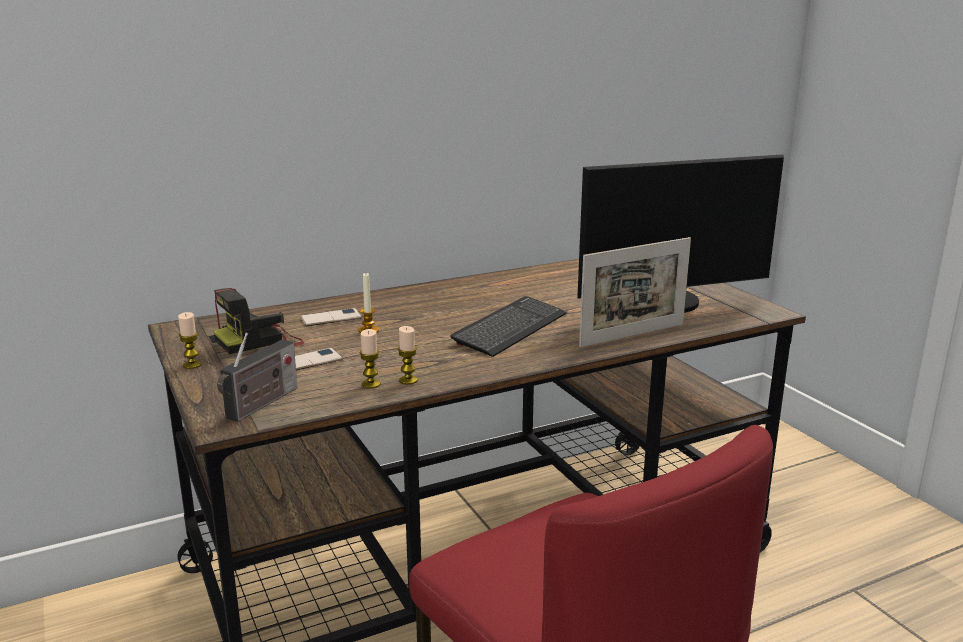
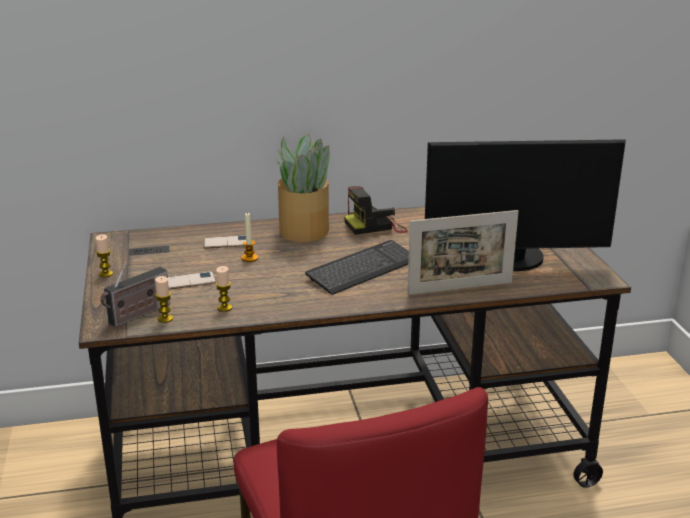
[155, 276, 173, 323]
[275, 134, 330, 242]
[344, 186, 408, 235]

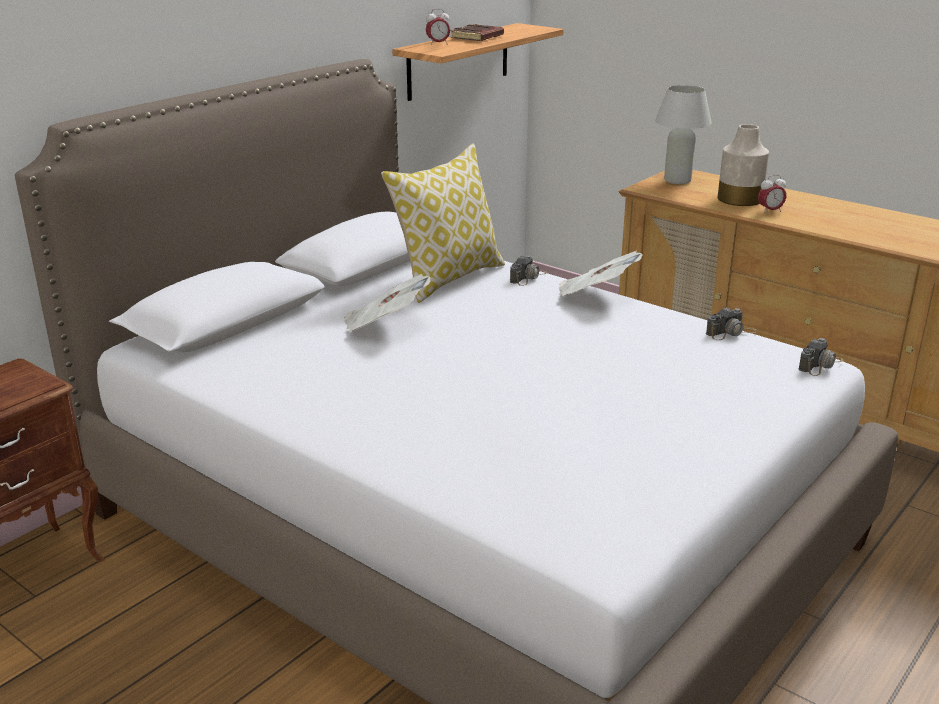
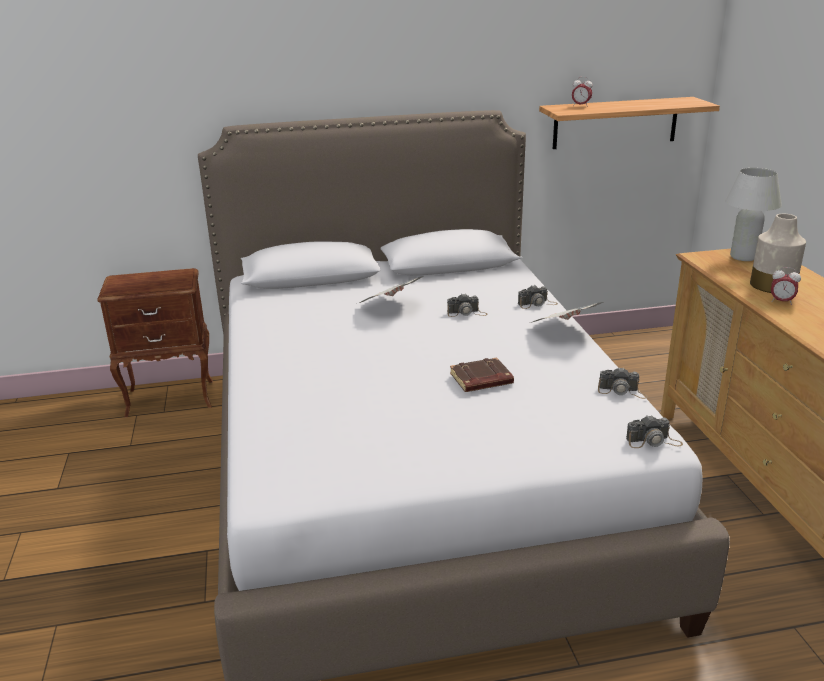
[447, 294, 488, 317]
[450, 358, 514, 392]
[381, 143, 505, 303] (first image)

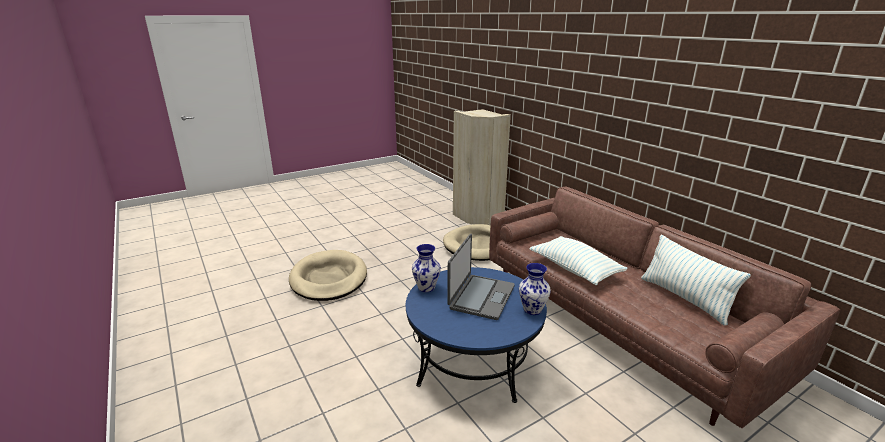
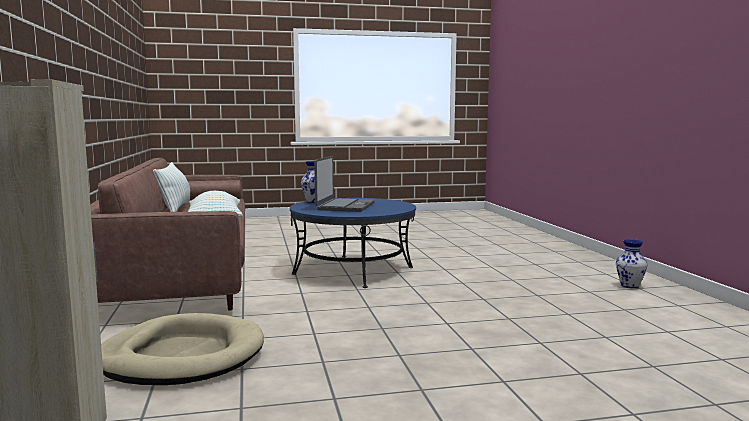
[314, 156, 375, 212]
[616, 239, 648, 288]
[289, 250, 367, 301] (first image)

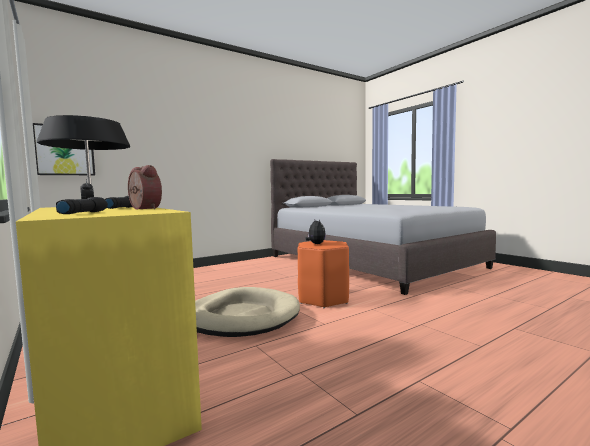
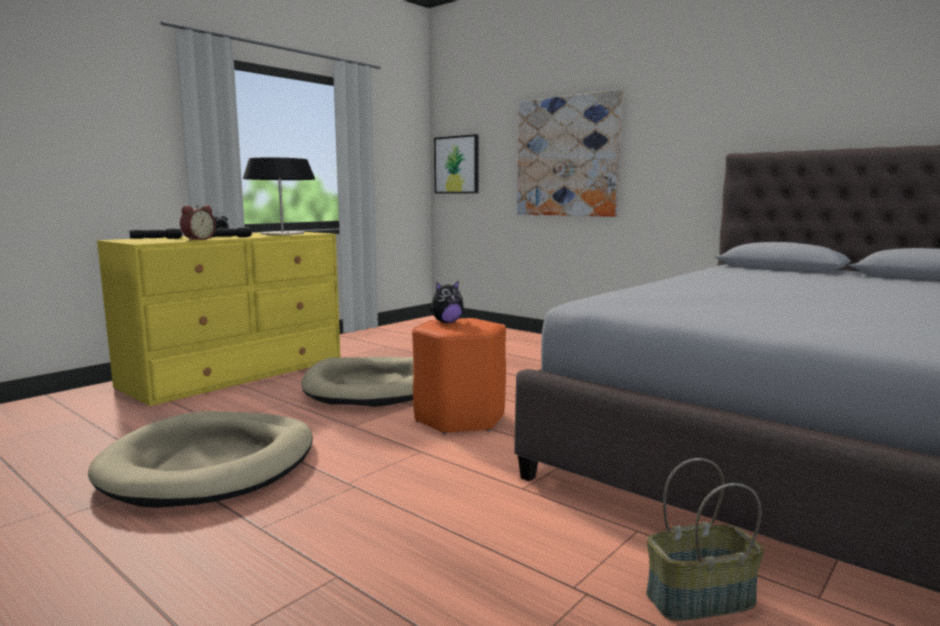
[88, 411, 313, 508]
[517, 90, 622, 217]
[646, 458, 764, 621]

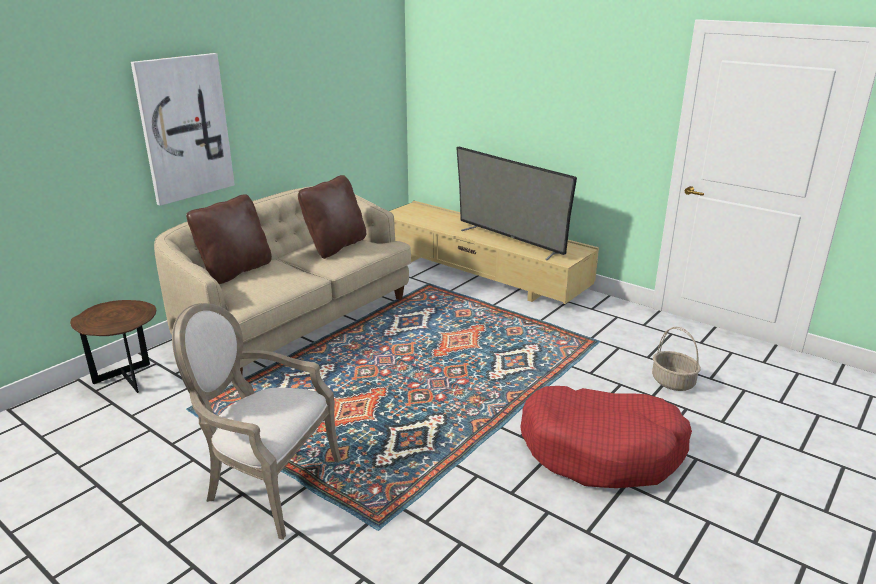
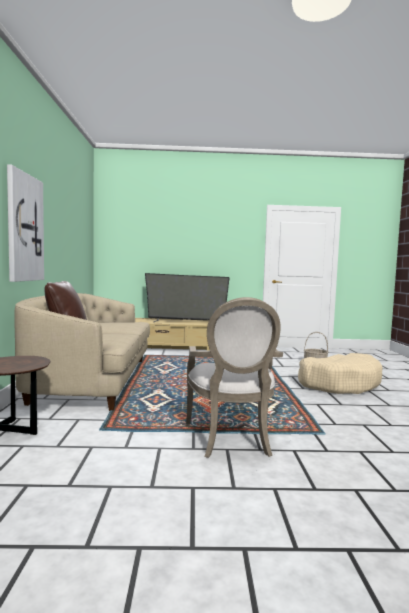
[186, 297, 283, 458]
[298, 353, 383, 394]
[298, 175, 366, 259] (first image)

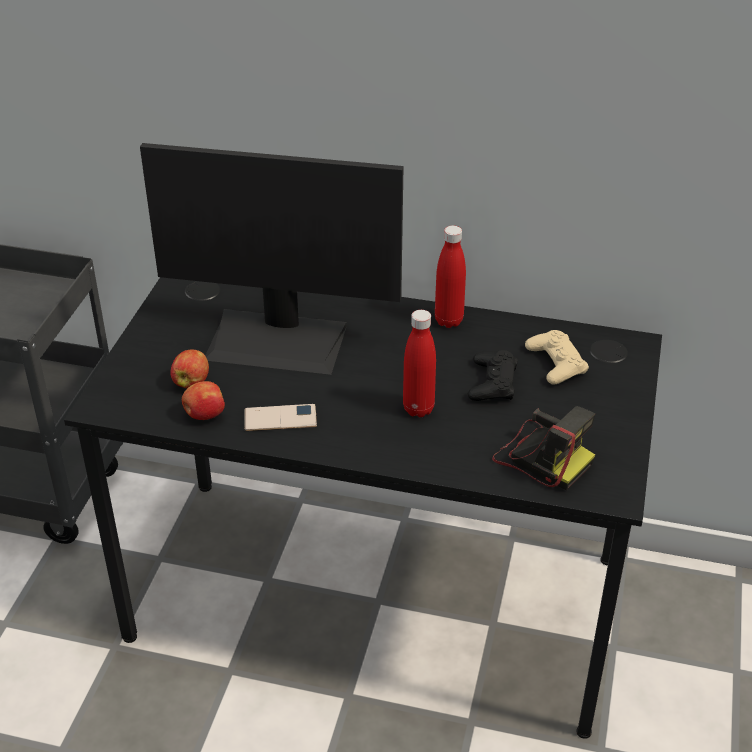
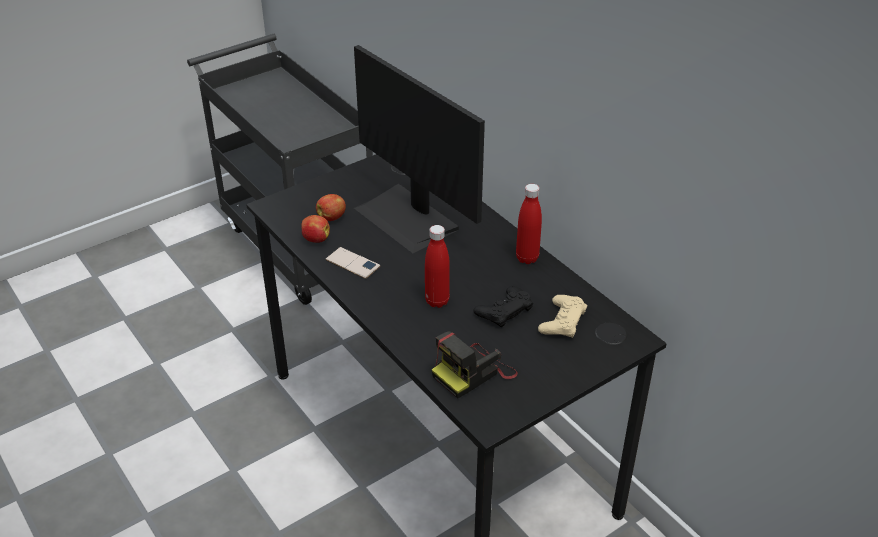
[432, 331, 518, 399]

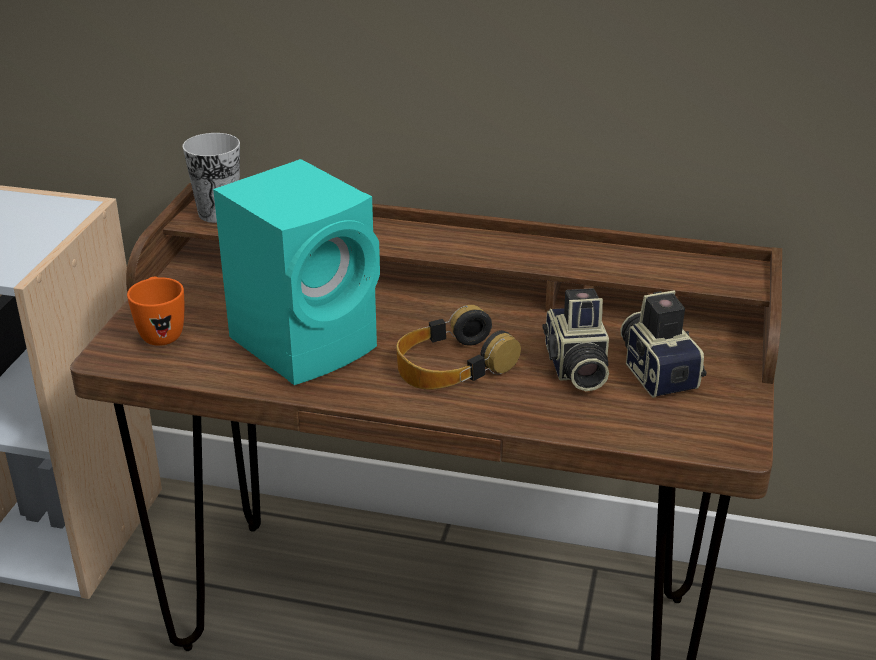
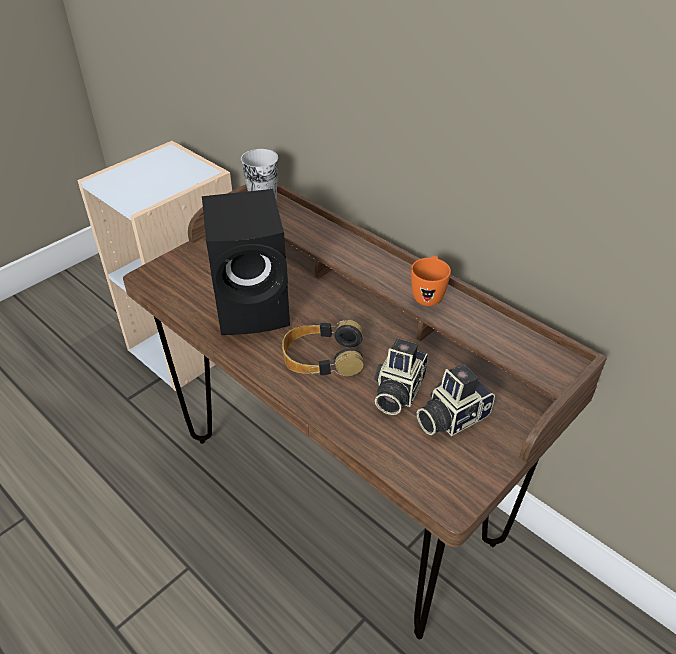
[202, 189, 290, 335]
[411, 256, 451, 306]
[417, 364, 495, 436]

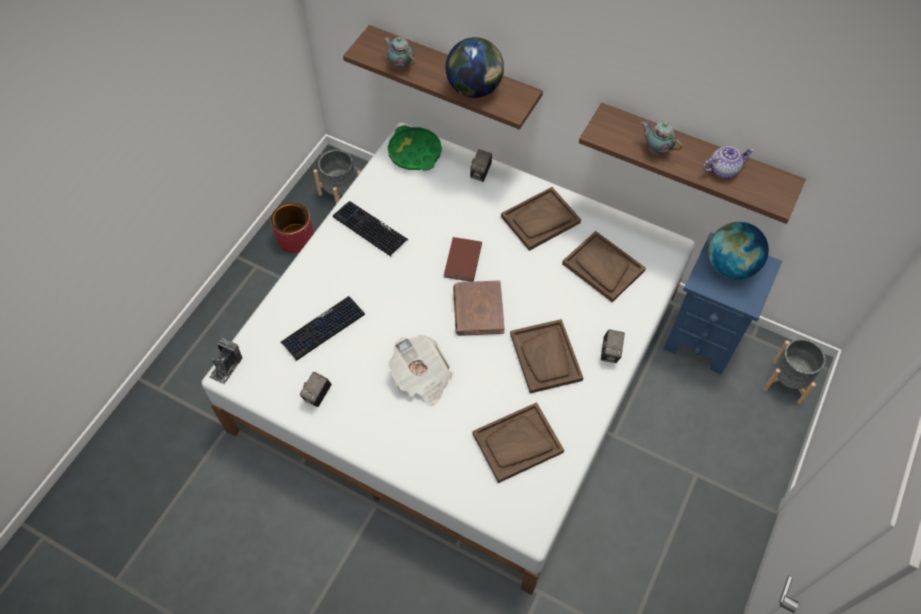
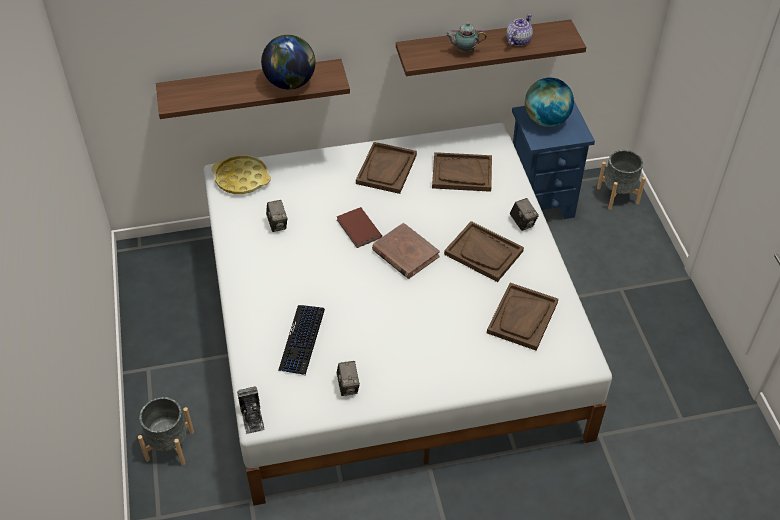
[138, 397, 194, 465]
[212, 155, 271, 194]
[266, 200, 287, 232]
[271, 203, 314, 253] (first image)
[333, 201, 409, 257] (first image)
[384, 36, 415, 70] (first image)
[388, 335, 453, 405] (first image)

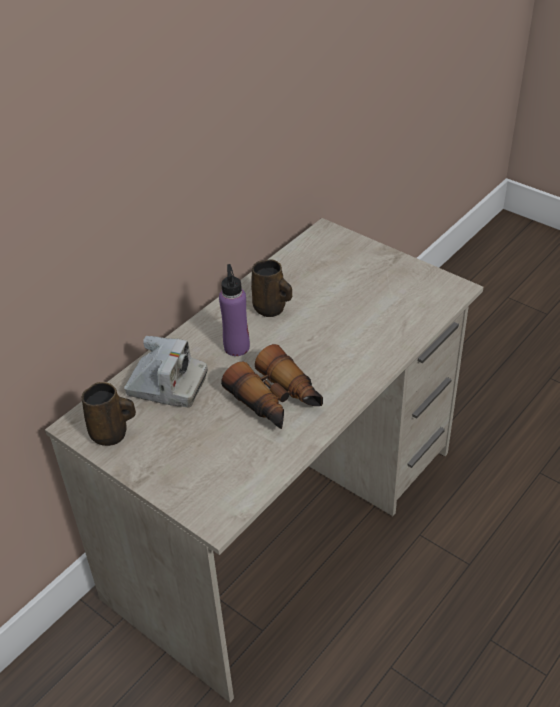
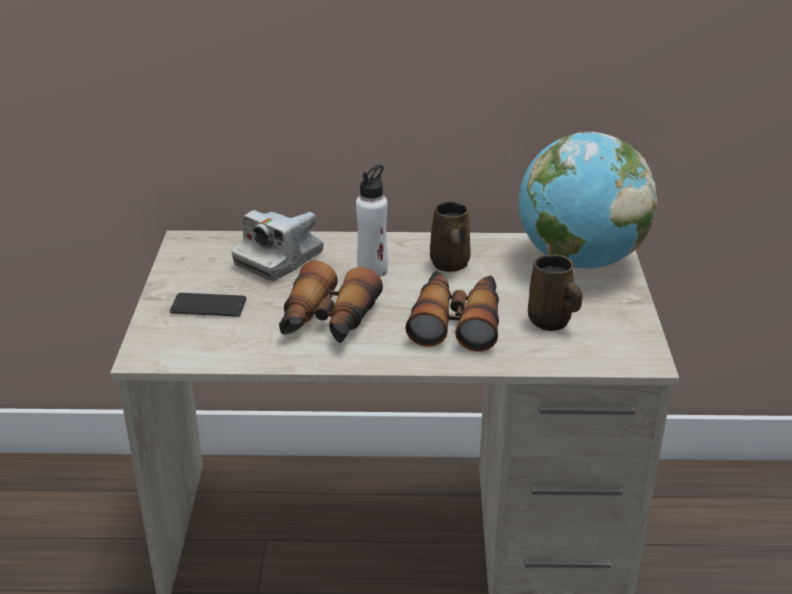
[170, 293, 246, 317]
[232, 210, 324, 281]
[356, 164, 388, 277]
[405, 271, 499, 352]
[519, 132, 657, 269]
[528, 255, 582, 331]

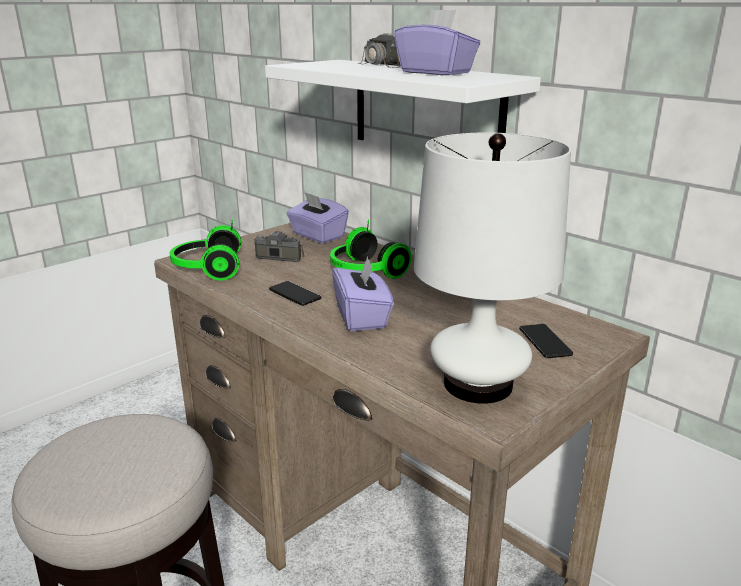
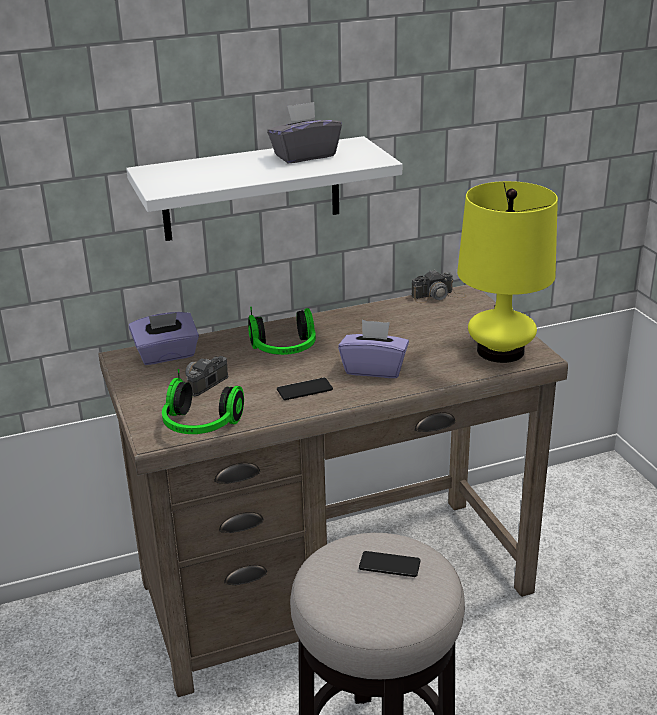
[267, 102, 342, 163]
[359, 551, 421, 577]
[411, 270, 467, 303]
[457, 181, 558, 363]

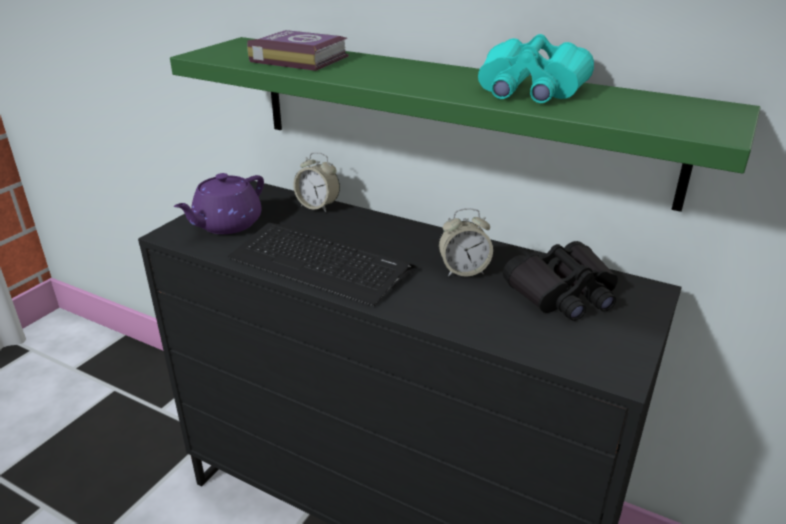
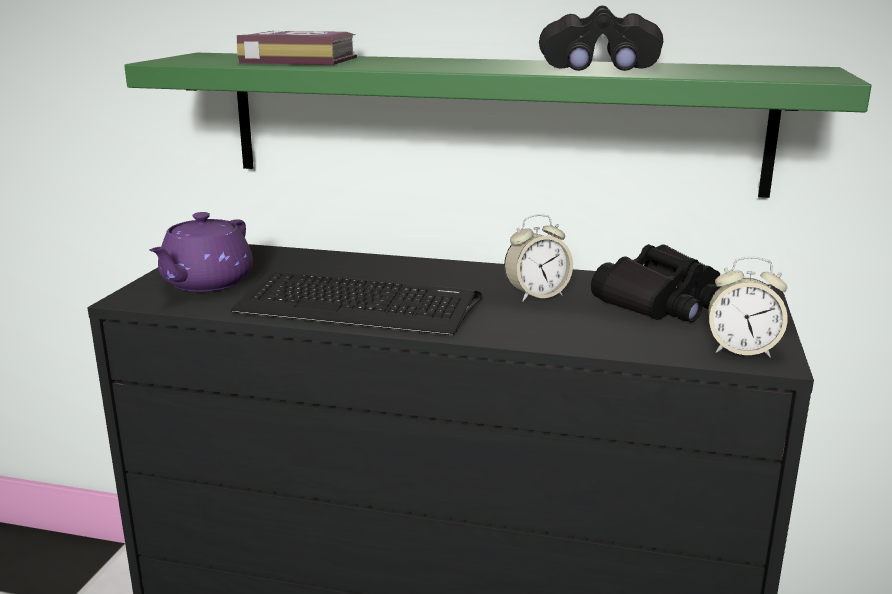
[539, 5, 663, 71]
[708, 256, 788, 357]

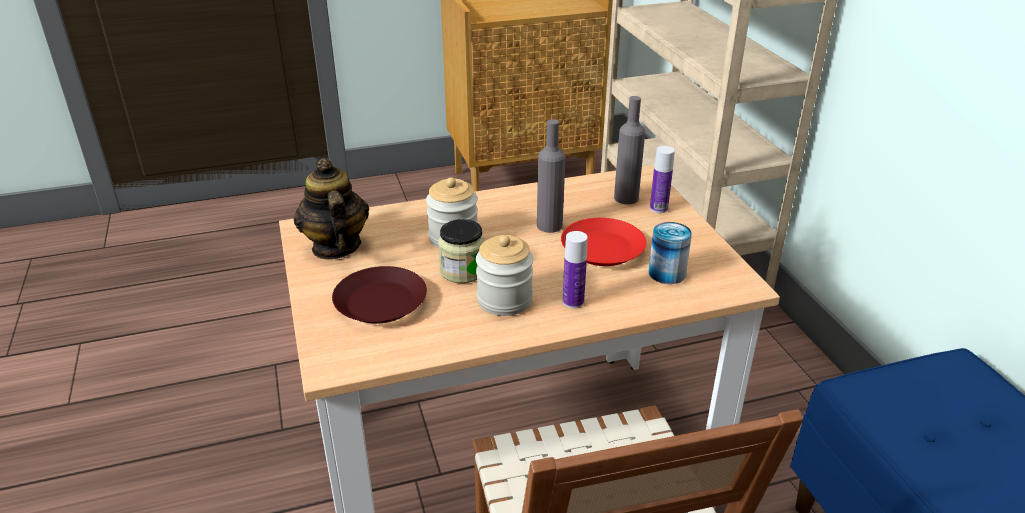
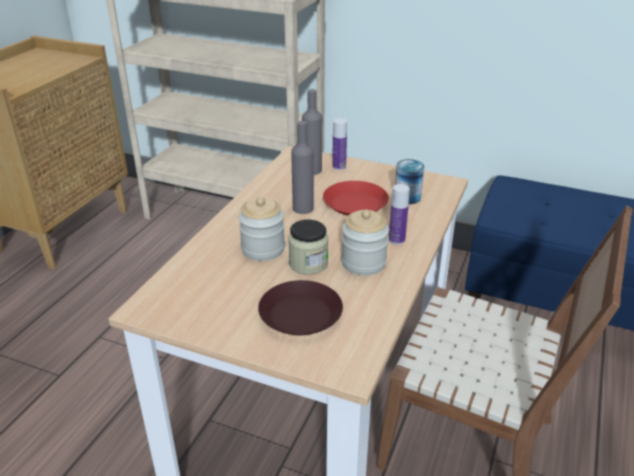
[294, 158, 369, 259] (first image)

